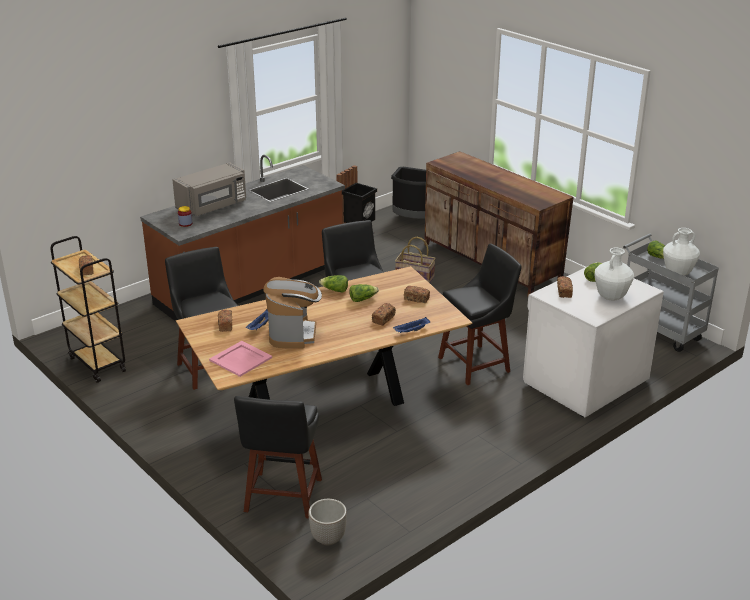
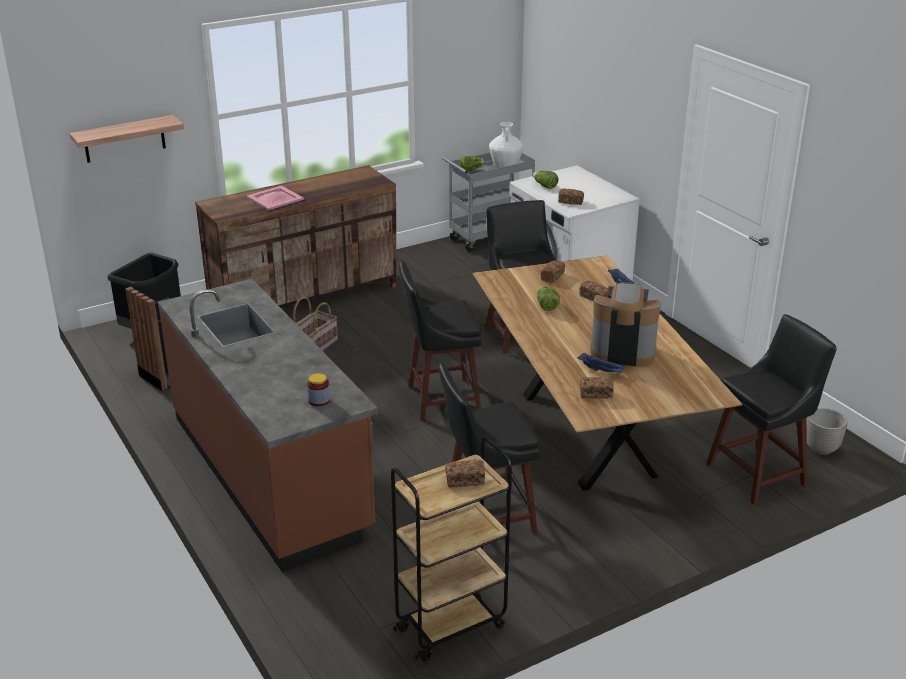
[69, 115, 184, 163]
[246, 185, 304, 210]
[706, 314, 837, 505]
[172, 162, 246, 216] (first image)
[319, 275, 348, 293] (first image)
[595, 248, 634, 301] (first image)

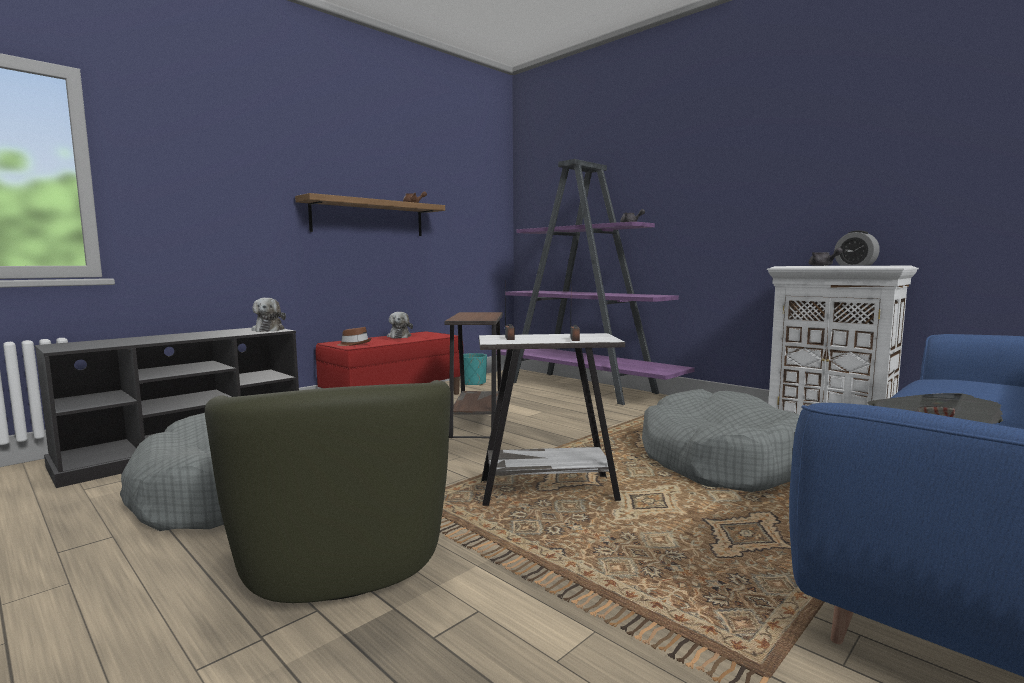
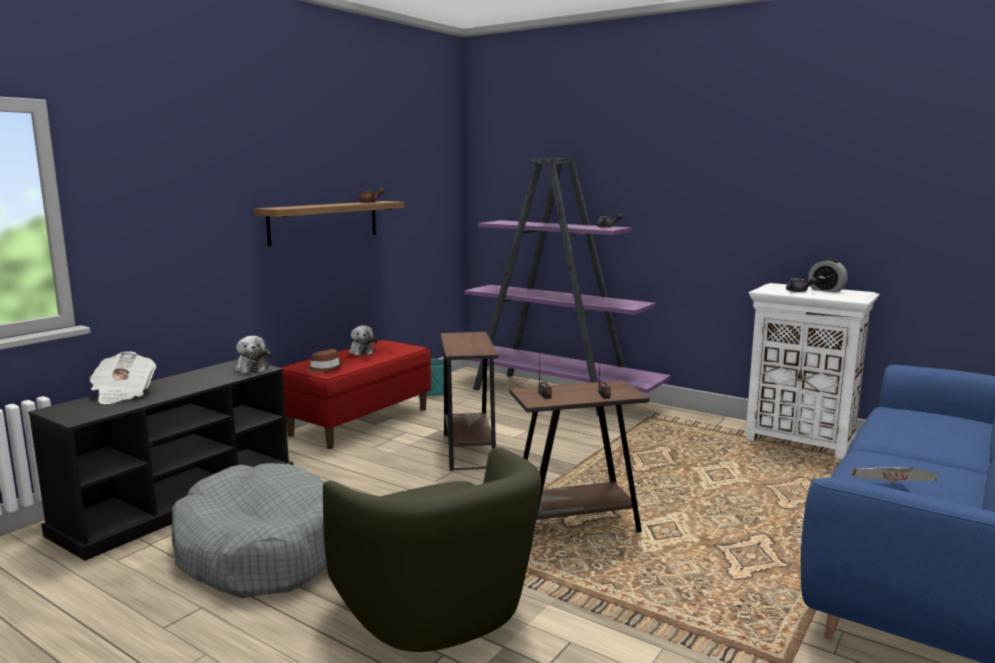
[89, 352, 156, 404]
[510, 380, 649, 533]
[642, 389, 800, 492] (first image)

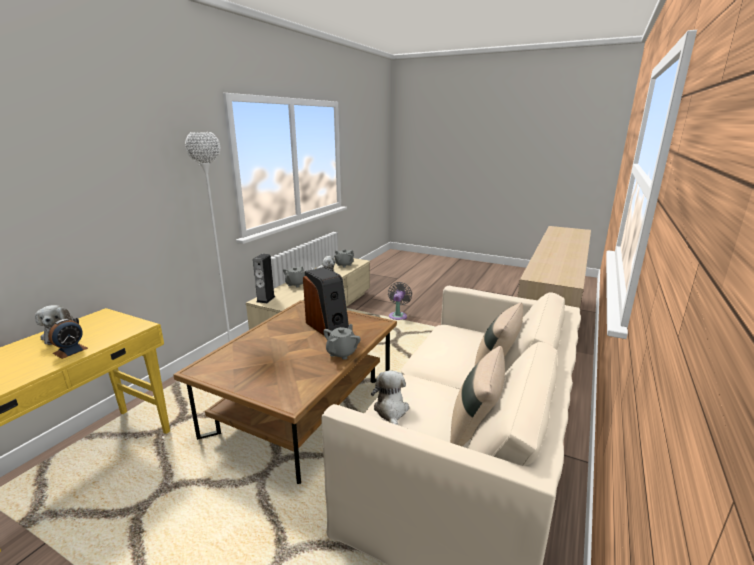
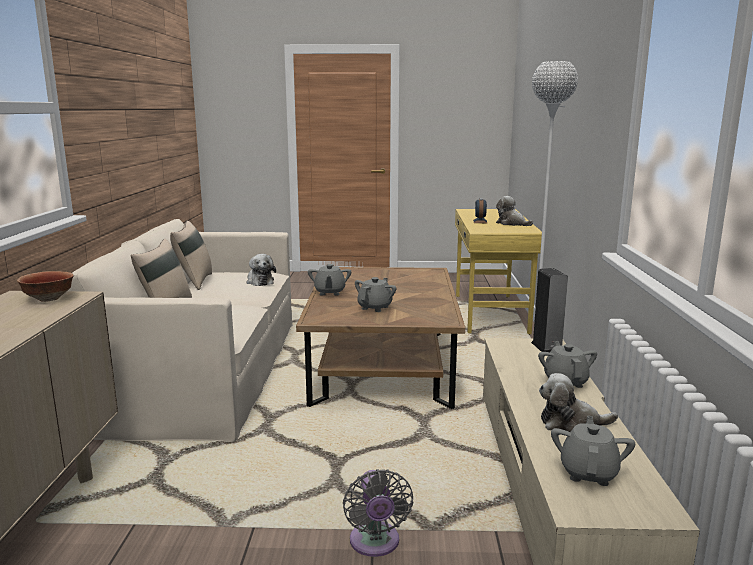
[17, 271, 74, 302]
[355, 277, 396, 312]

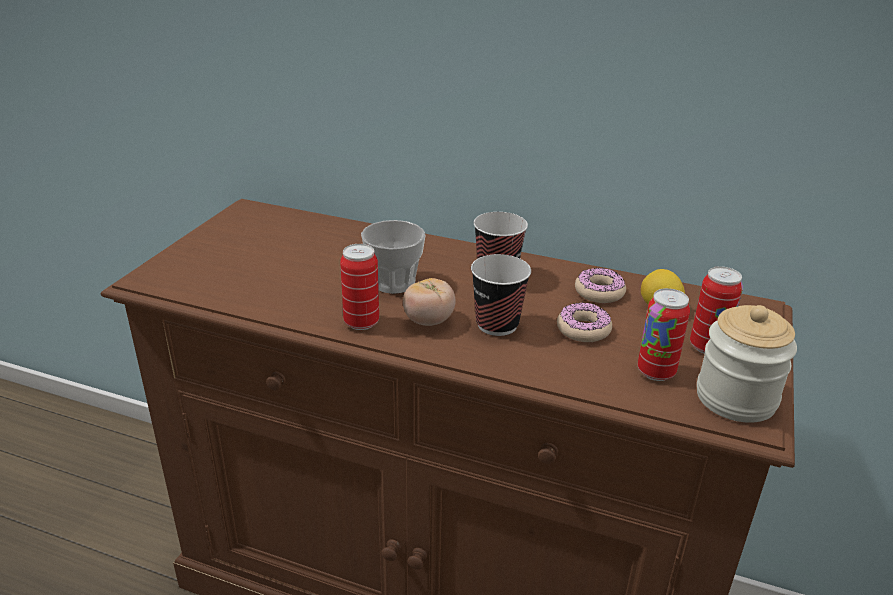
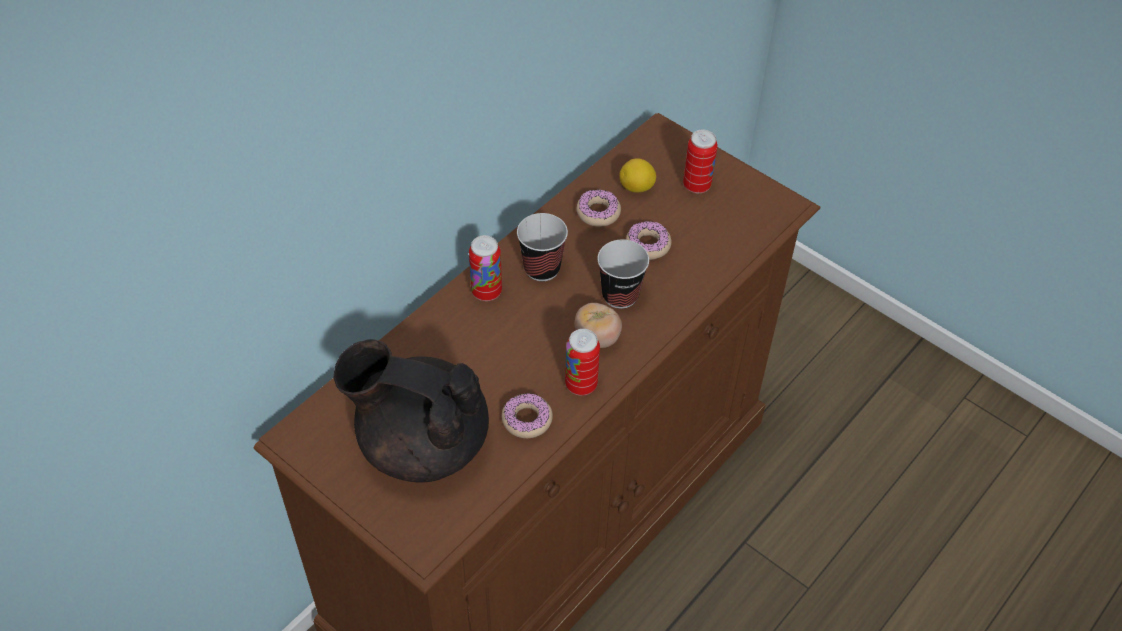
[333, 339, 489, 482]
[469, 235, 502, 301]
[502, 393, 553, 438]
[361, 220, 426, 294] (first image)
[697, 305, 797, 423] (first image)

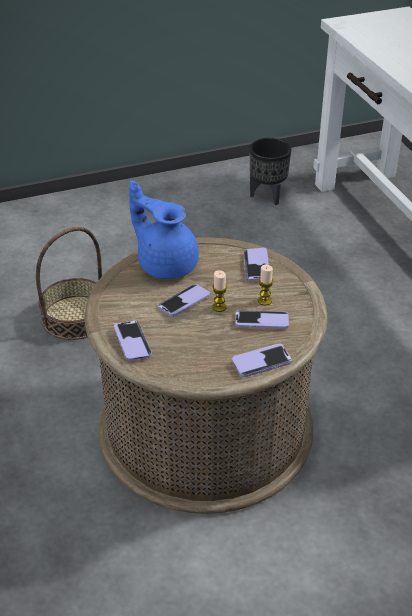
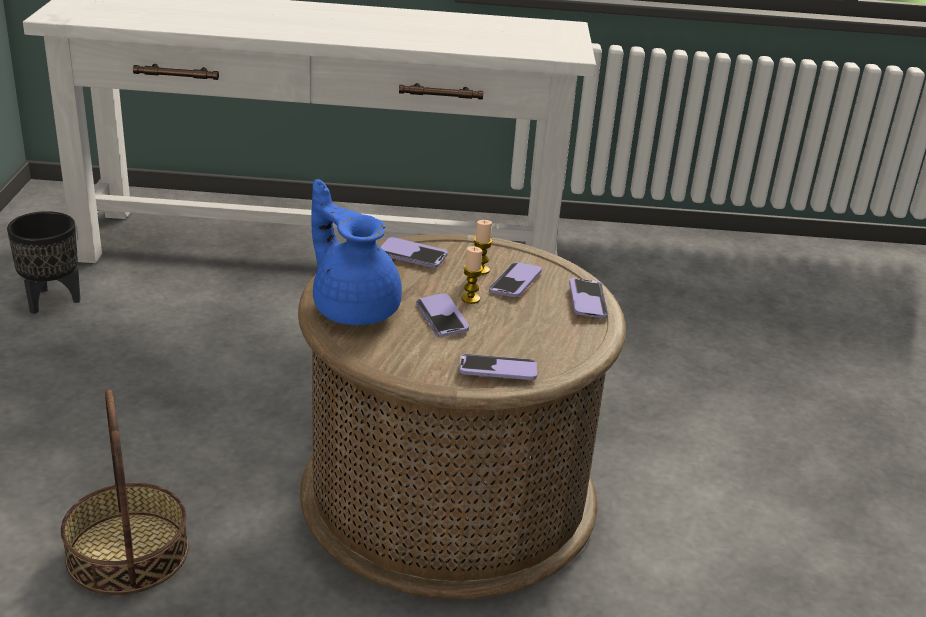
[311, 179, 402, 325]

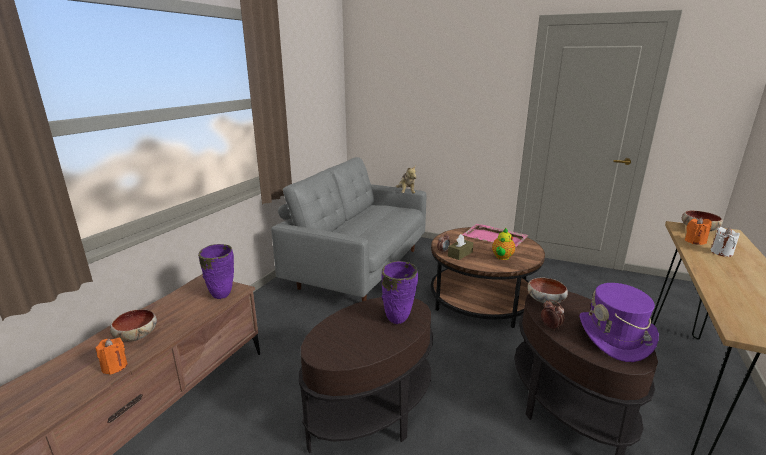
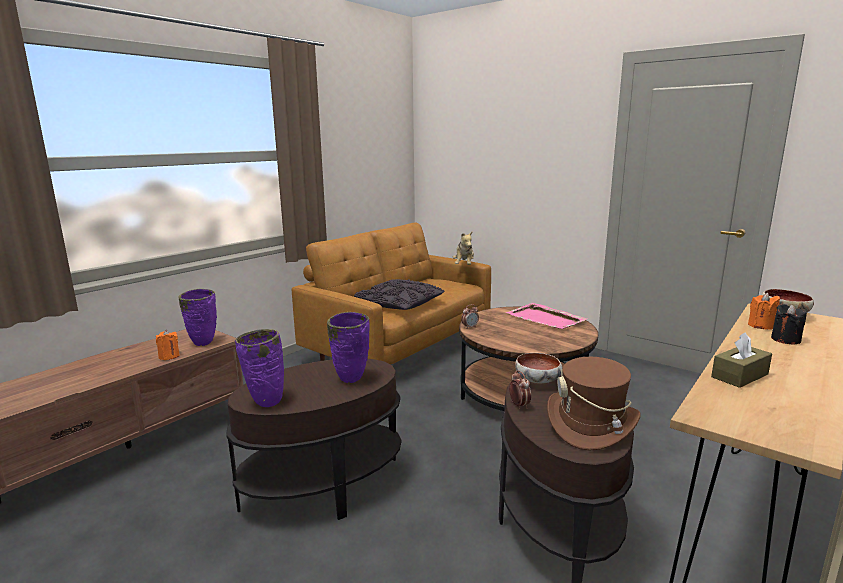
[156, 330, 179, 360]
[235, 329, 284, 407]
[292, 223, 491, 364]
[354, 279, 444, 310]
[547, 357, 641, 450]
[711, 332, 772, 388]
[771, 304, 807, 345]
[110, 309, 157, 342] (first image)
[492, 228, 515, 260] (first image)

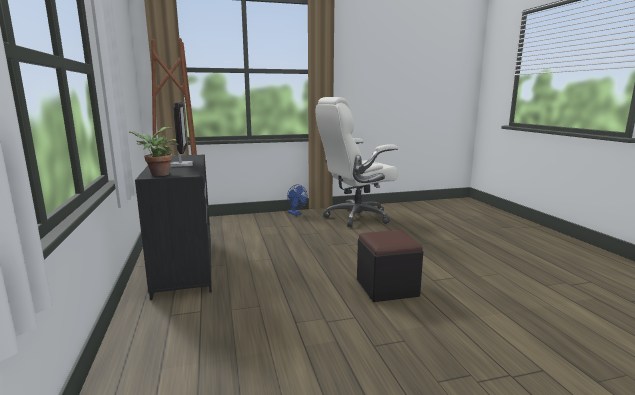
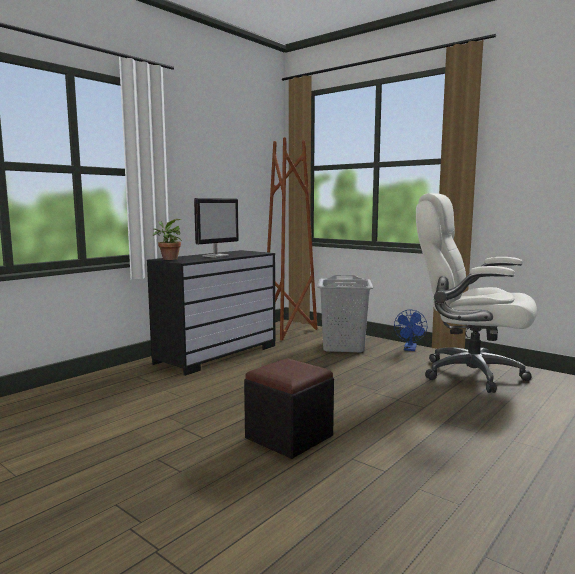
[317, 275, 373, 352]

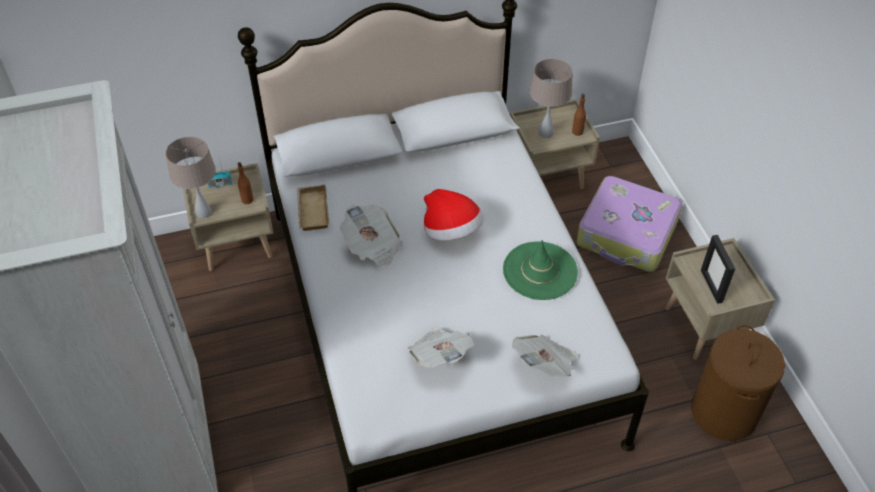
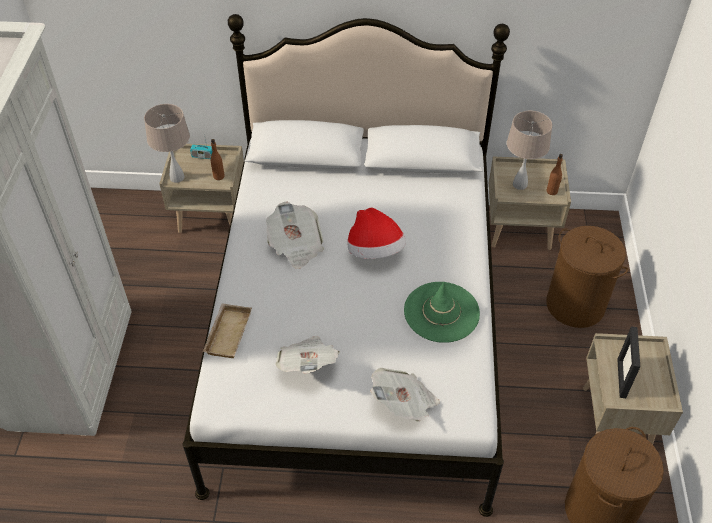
[202, 303, 252, 358]
[546, 226, 628, 328]

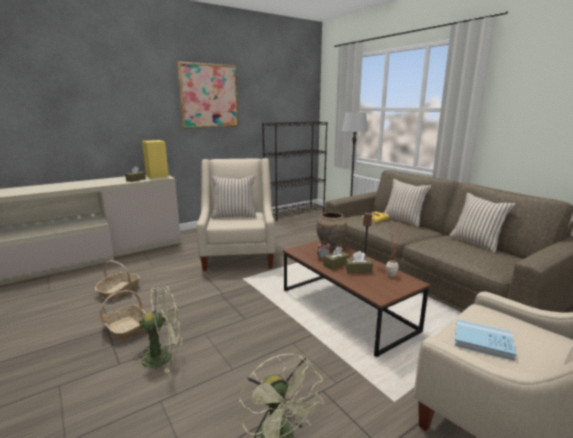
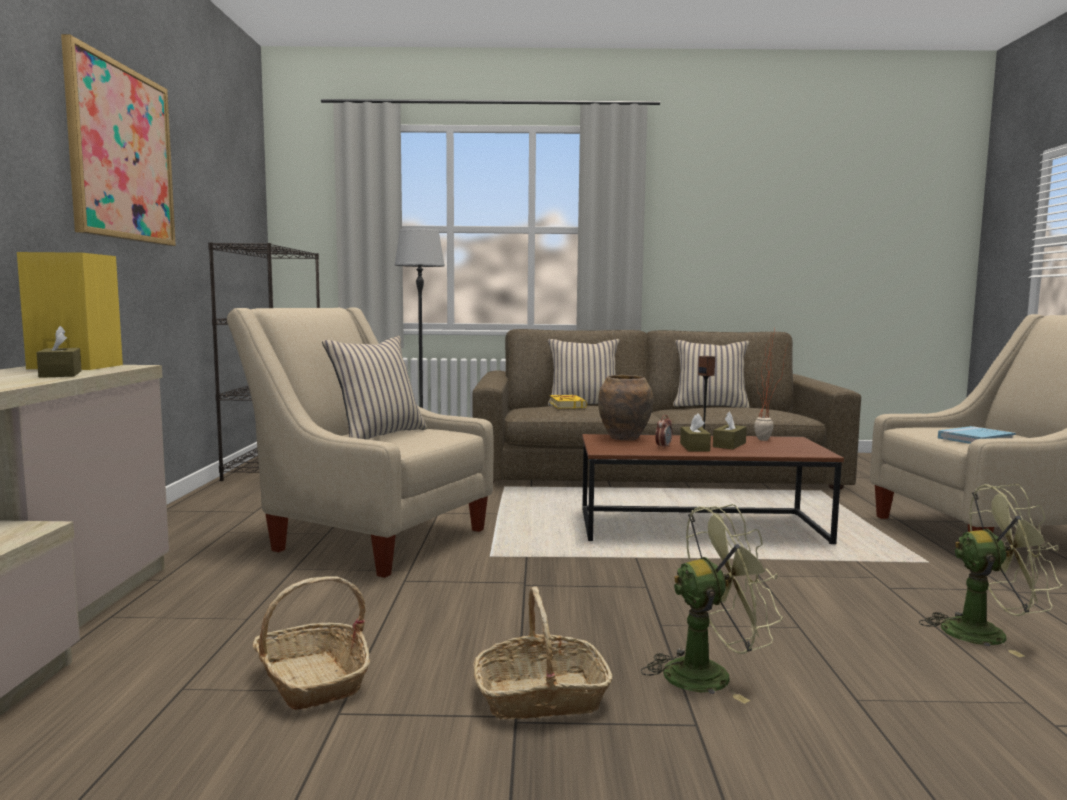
[641, 504, 783, 704]

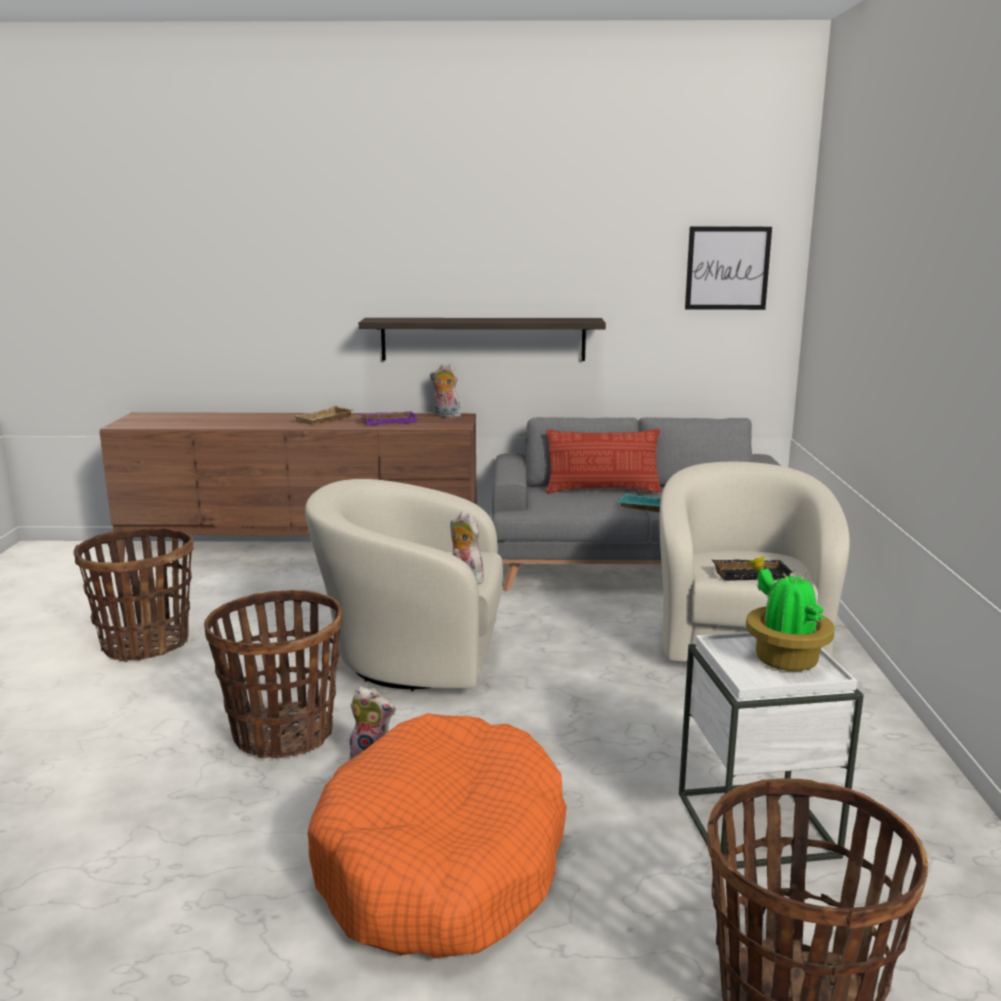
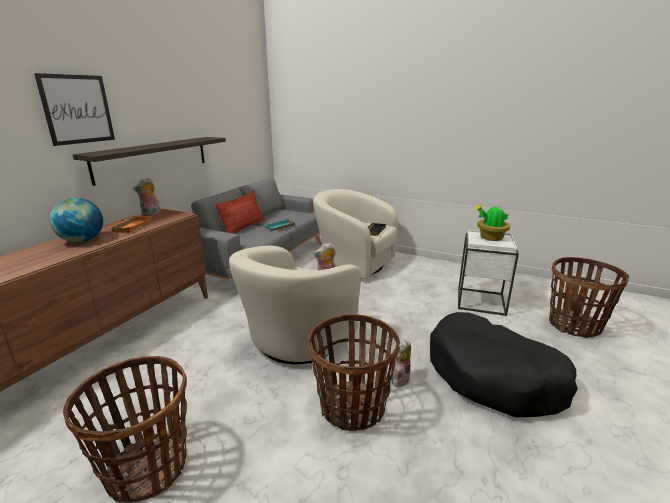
[34, 73, 115, 146]
[50, 198, 103, 243]
[108, 216, 152, 233]
[430, 312, 578, 417]

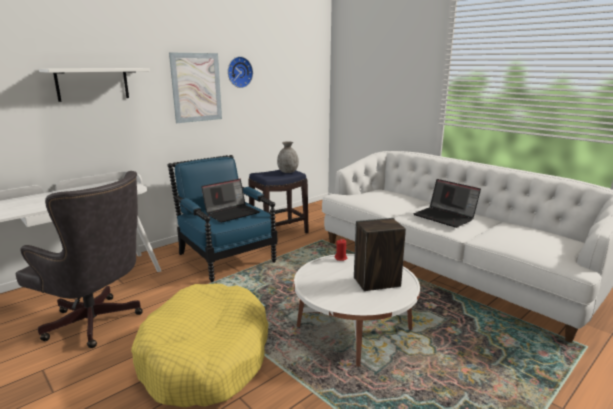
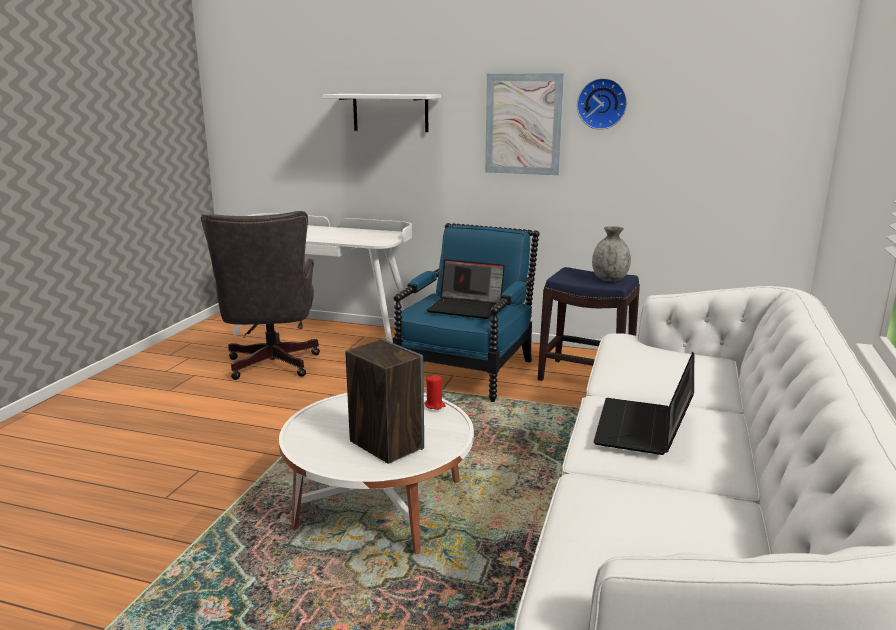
[131, 283, 269, 408] (first image)

